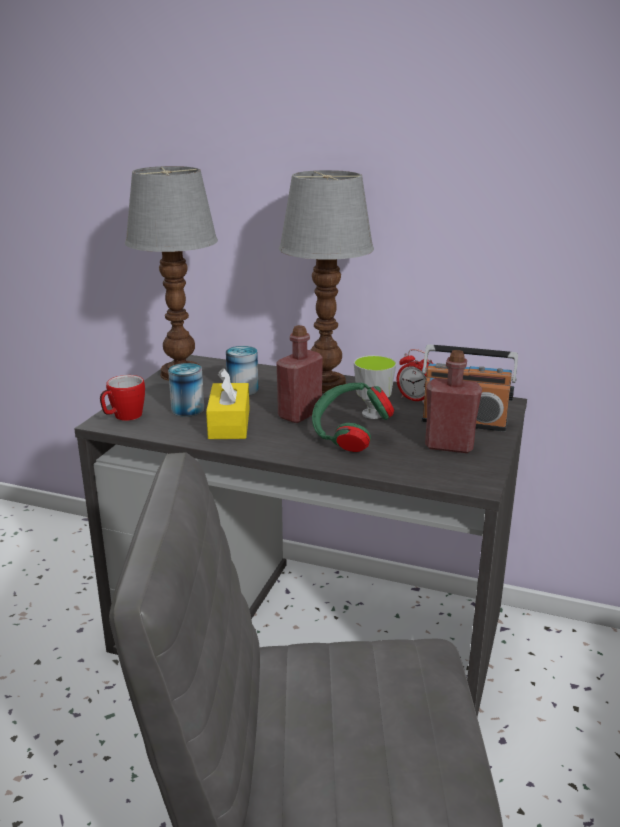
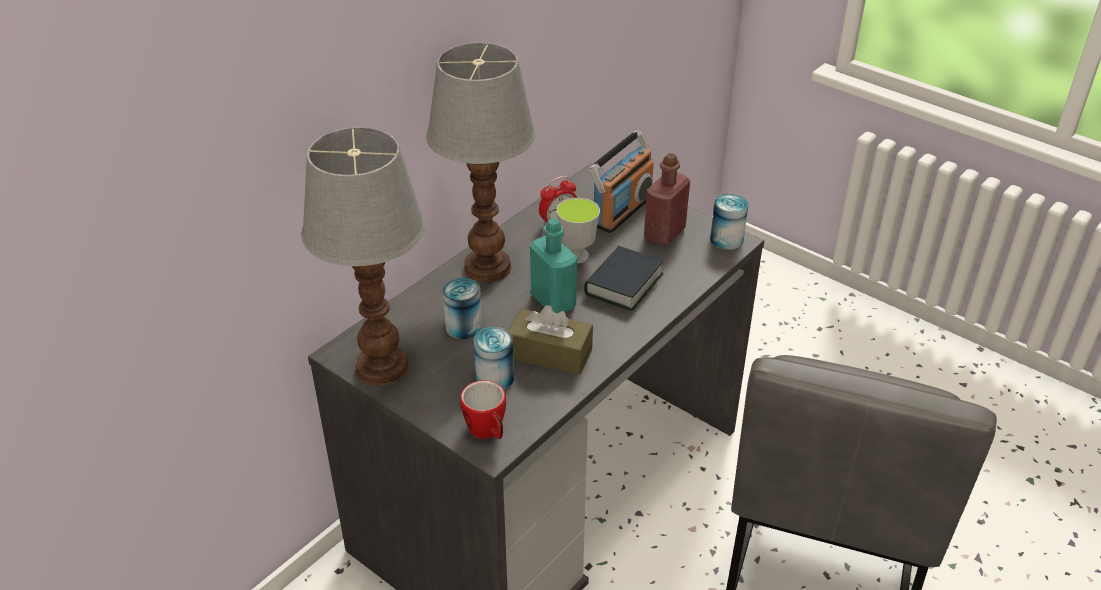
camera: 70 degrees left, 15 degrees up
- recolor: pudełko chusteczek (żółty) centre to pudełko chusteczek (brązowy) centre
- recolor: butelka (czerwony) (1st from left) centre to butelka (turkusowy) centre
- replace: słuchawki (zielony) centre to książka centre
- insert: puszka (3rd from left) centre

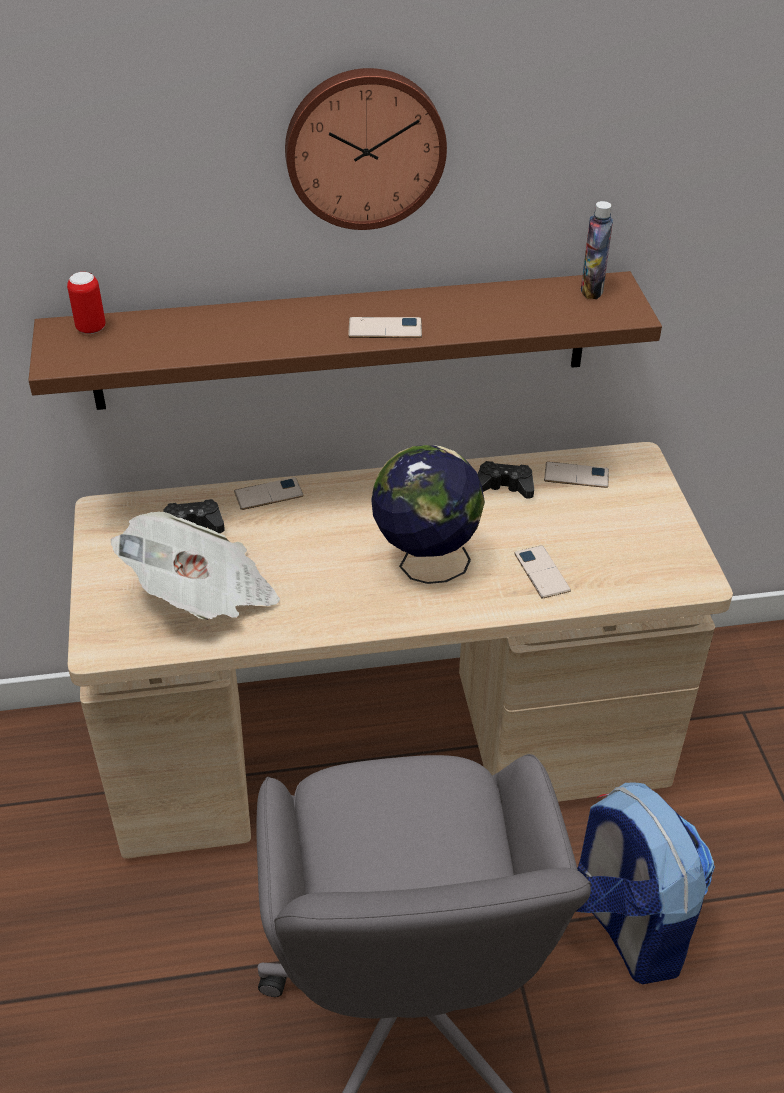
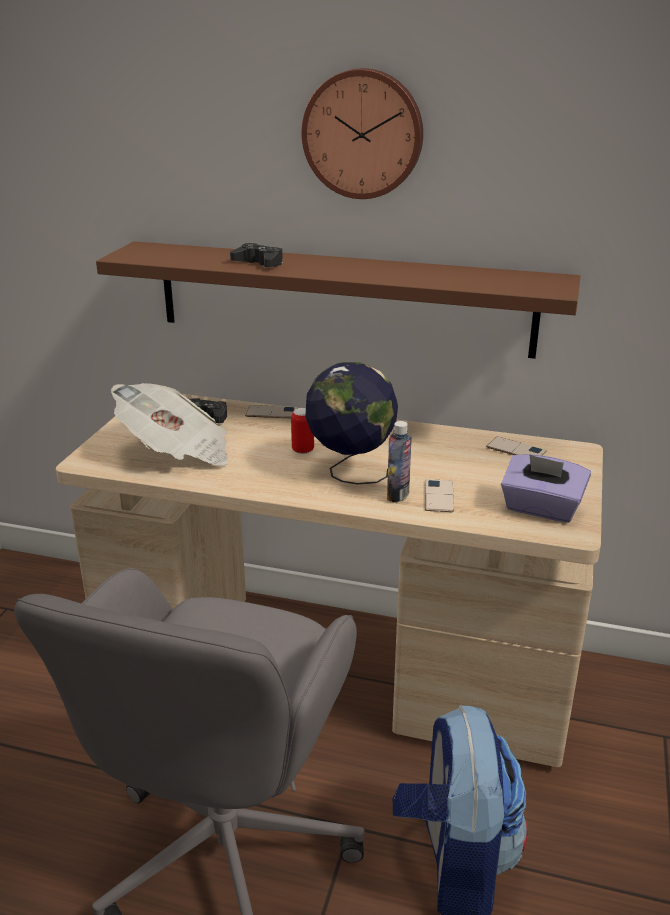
camera: 25 degrees right, 15 degrees down
- move: puszka top left to centre
- delete: telefon (2nd from left) top centre
- move: pad do gier (czarny) (2nd from left) centre to top centre
- move: butelka top right to centre
- insert: pudełko chusteczek (fioletowy) middle right

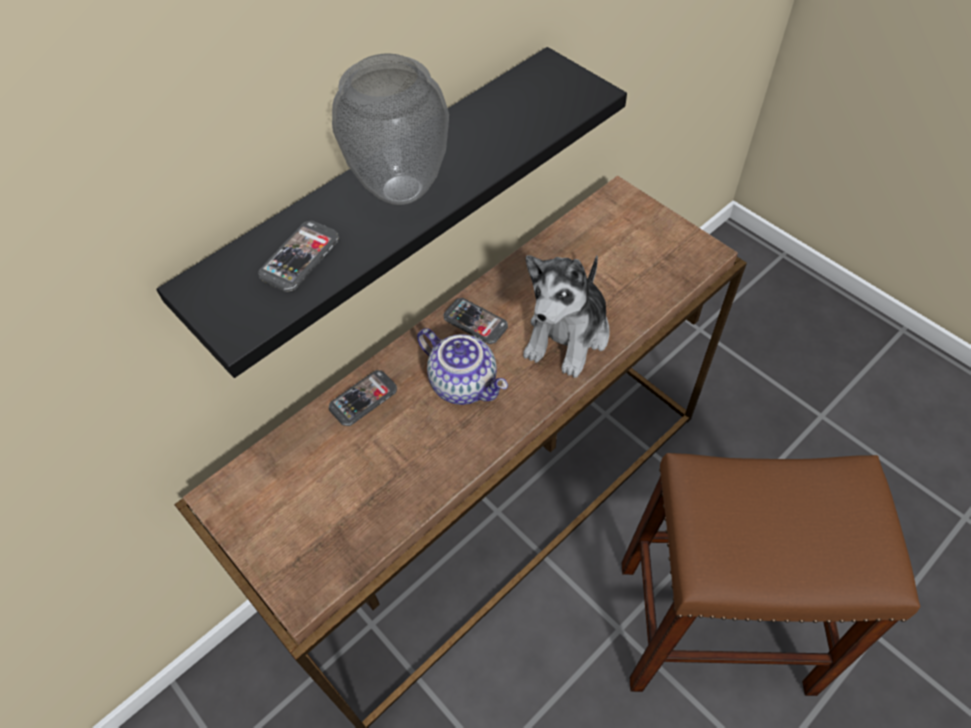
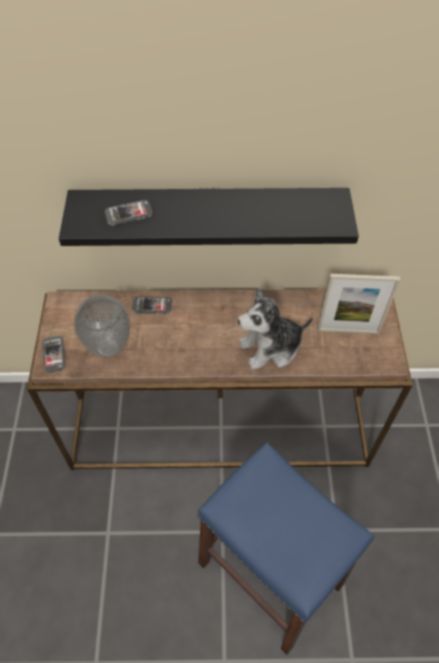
camera: 40 degrees right, 0 degrees up
- move: wazon top centre to middle left
- delete: imbryk centre
- move: telefon (3rd from left in the first image) centre to telefon (1st from left) middle left
- recolor: stołek (brązowy) bottom right to stołek (niebieski) bottom centre
- insert: ramka na zdjęcie middle right

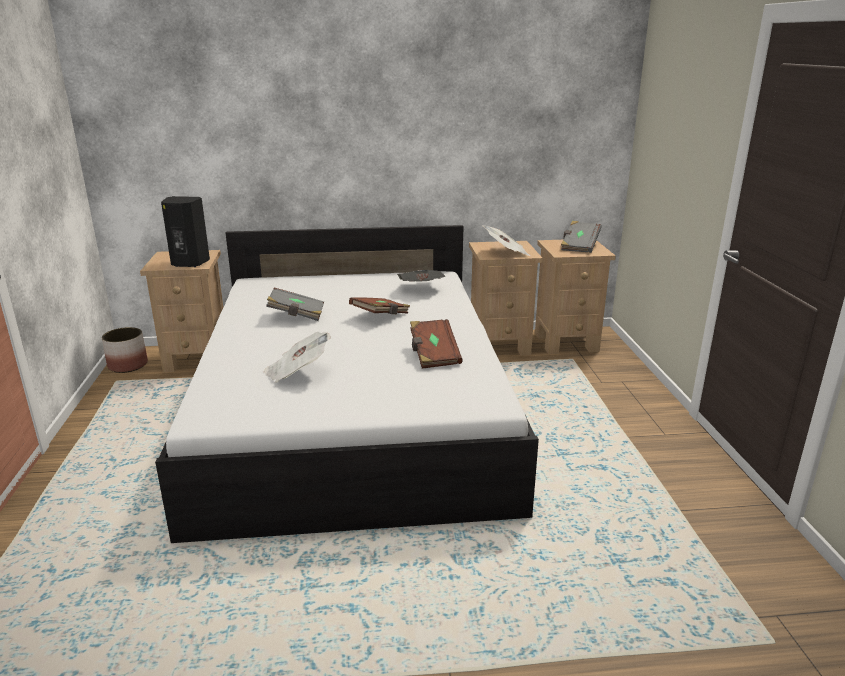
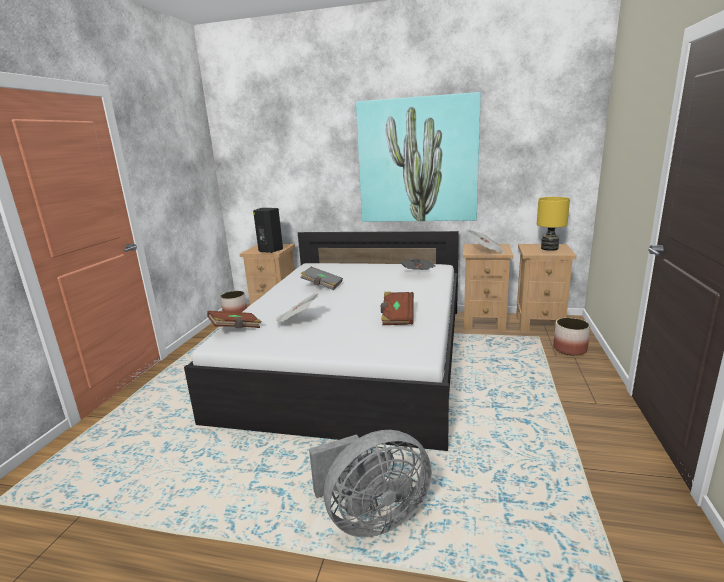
camera: 20 degrees right, 5 degrees down
- move: książka (brązowy) (1st from left) centre to middle left
- replace: książka (szary) (2nd from left) middle right to lampa stołowa (żółty) middle right
- insert: wentylator (szary) bottom centre
- insert: obraz top centre
- insert: donica (2nd from left) middle right

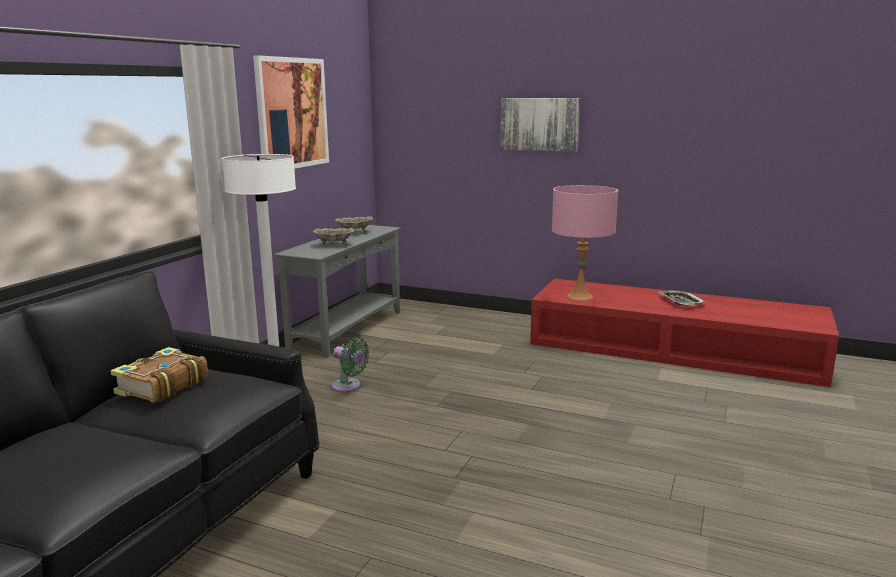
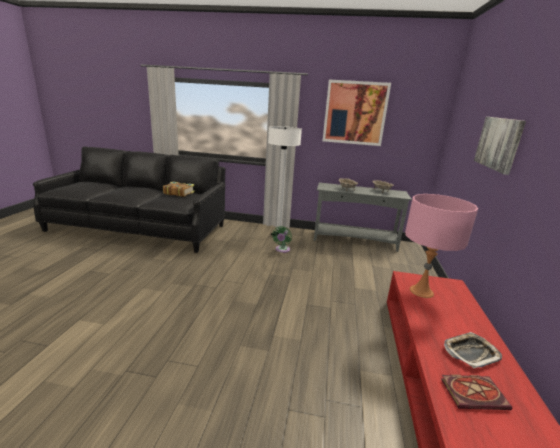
camera: 75 degrees right, 5 degrees up
- insert: książka (2nd from left) bottom right

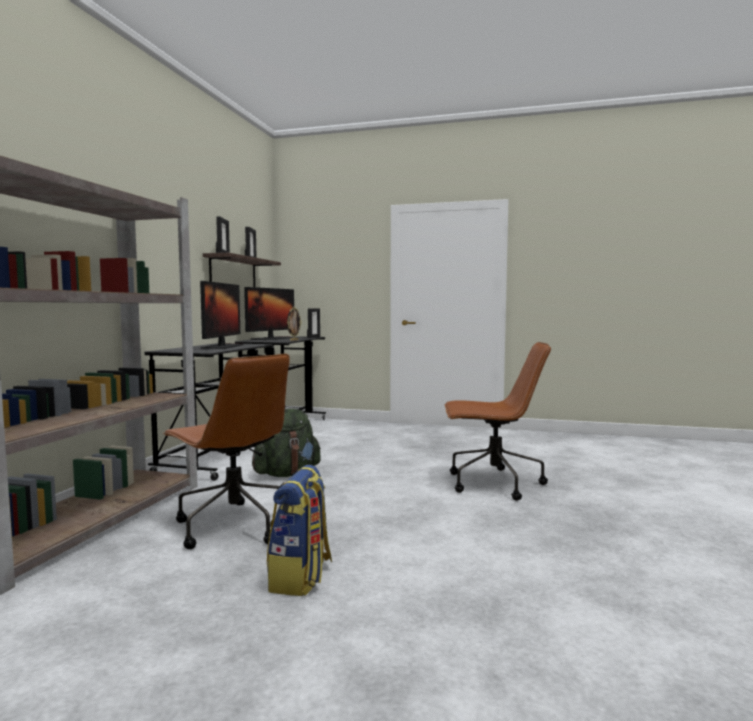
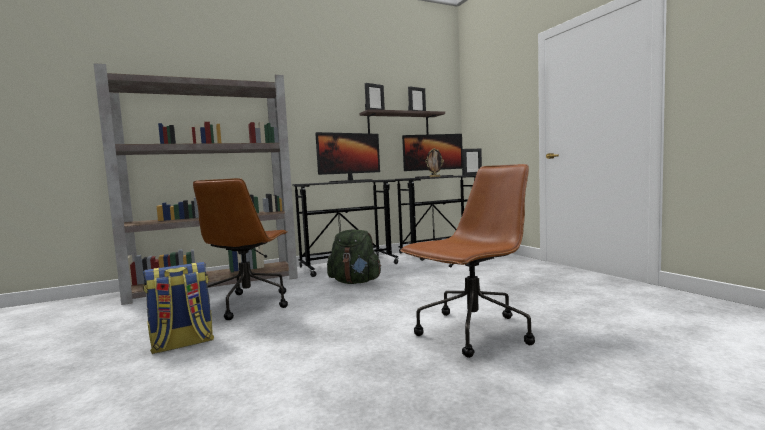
camera: 50 degrees right, 0 degrees up
- rotate: krzesło biurowe (brązowy) (2nd from left) centre = centre 90 degrees counterclockwise

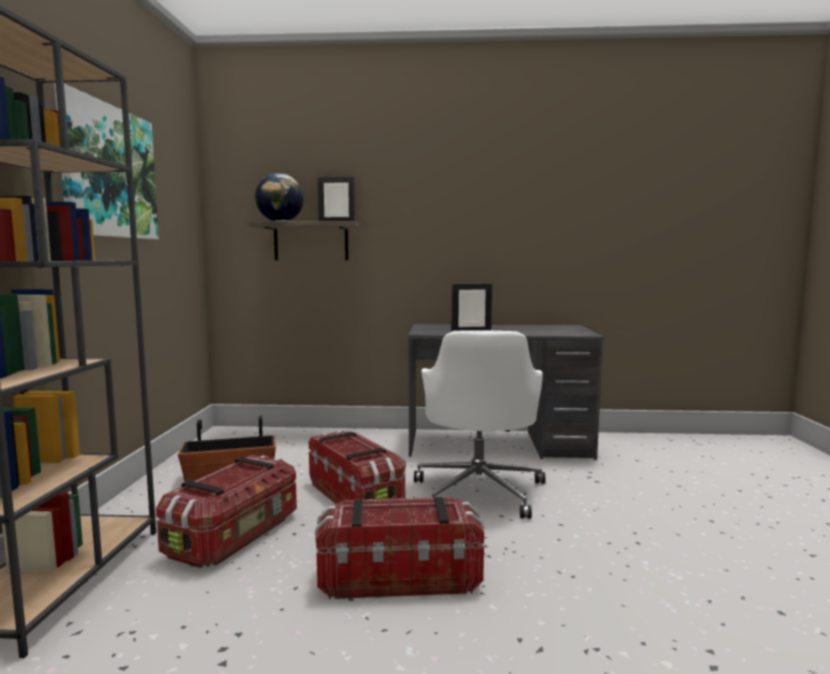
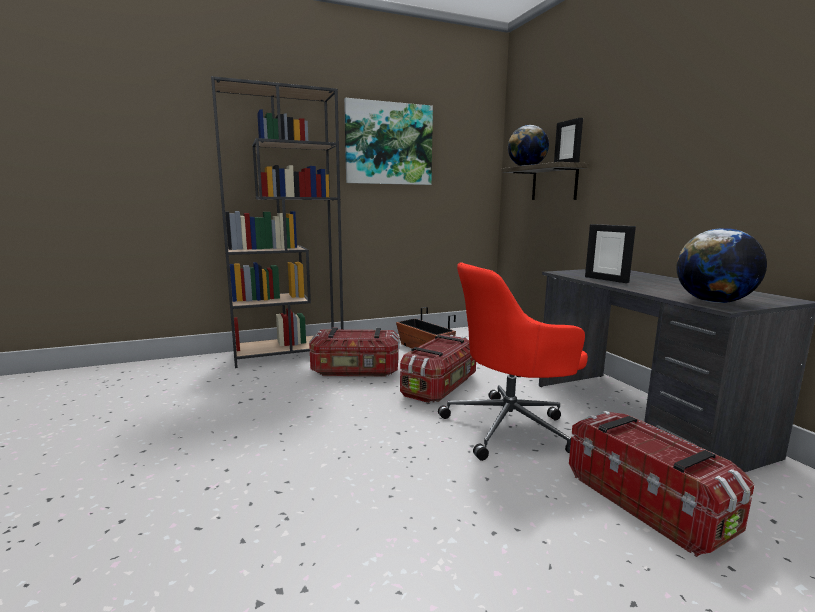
camera: 65 degrees right, 5 degrees up
- move: pojemnik do przechowywania (3rd from left) bottom centre to bottom right
- recolor: krzesło biurowe (biały) centre to krzesło biurowe (czerwony) centre
- insert: globus (2nd from left) middle right

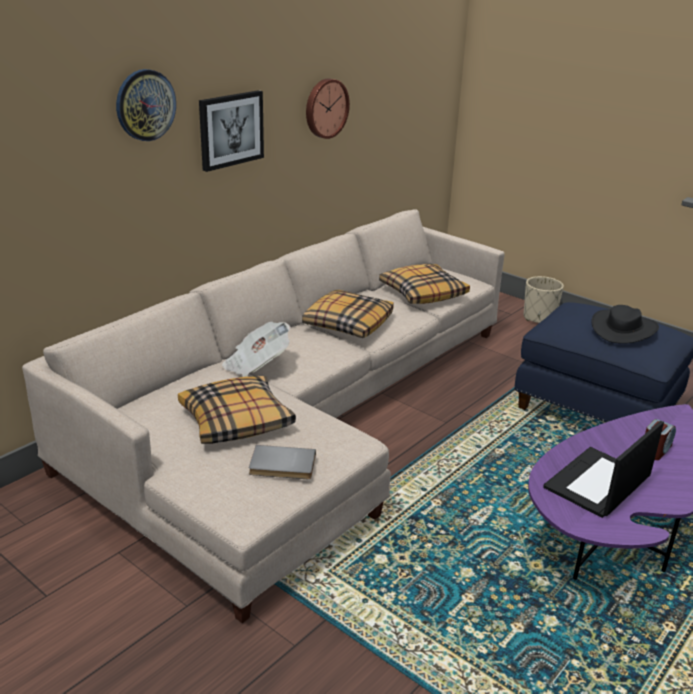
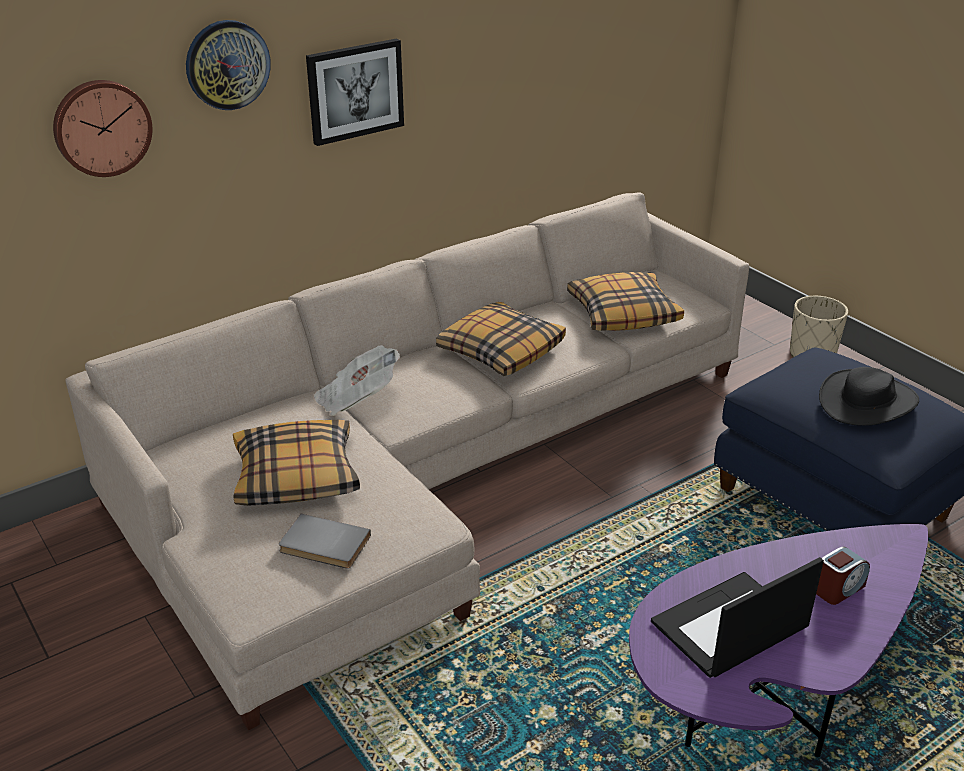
camera: 15 degrees right, 5 degrees up
- move: zegar ścienny (2nd from left in the first image) top centre to zegar ścienny (1st from left) top left

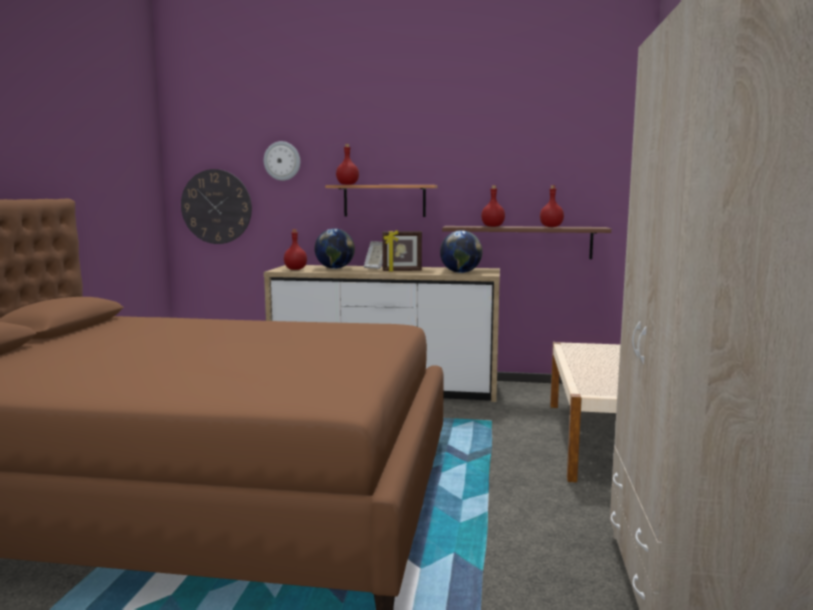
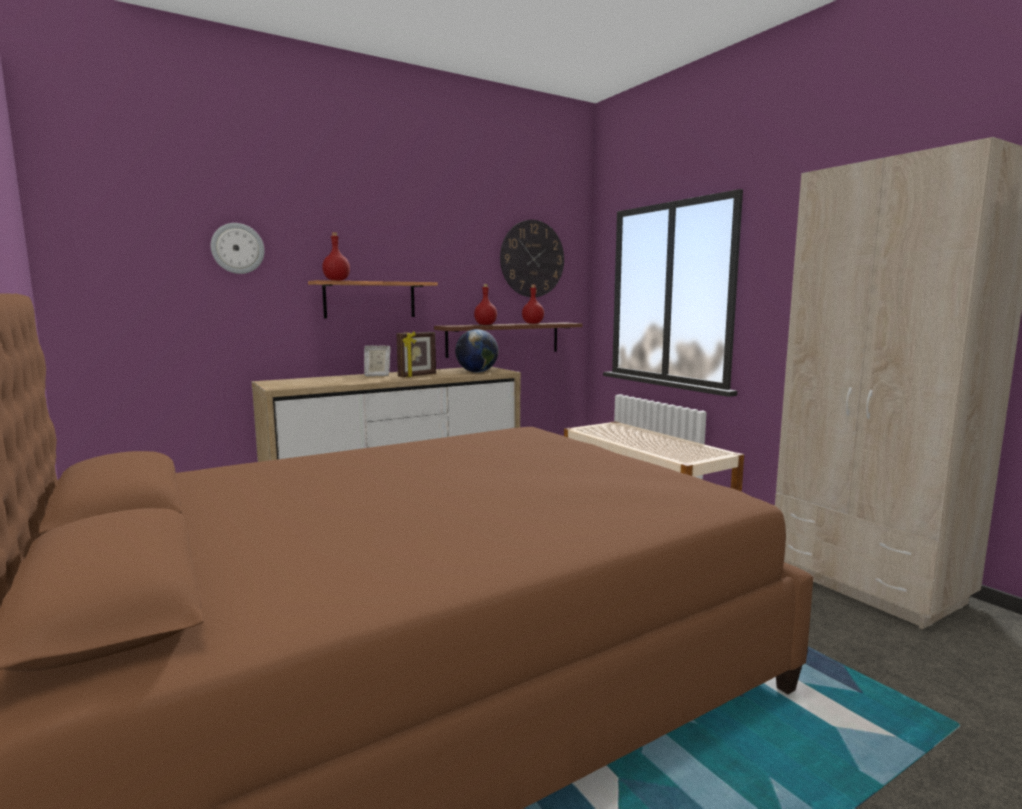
camera: 40 degrees left, 0 degrees up
- move: zegar ścienny (1st from left in the first image) middle left to zegar ścienny (2nd from left) top centre
- delete: butelka (czerwony) (1st from left) centre
- delete: globus (1st from left) centre

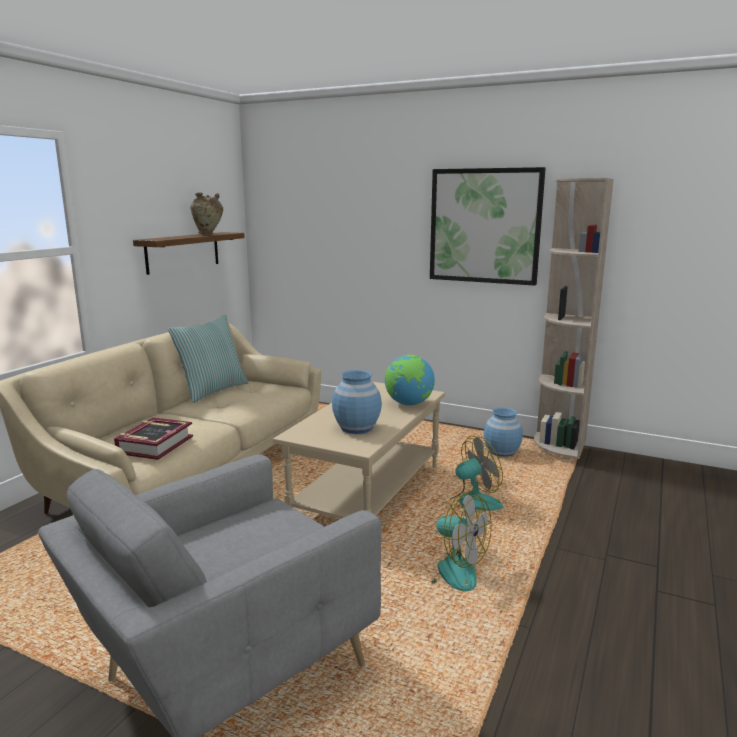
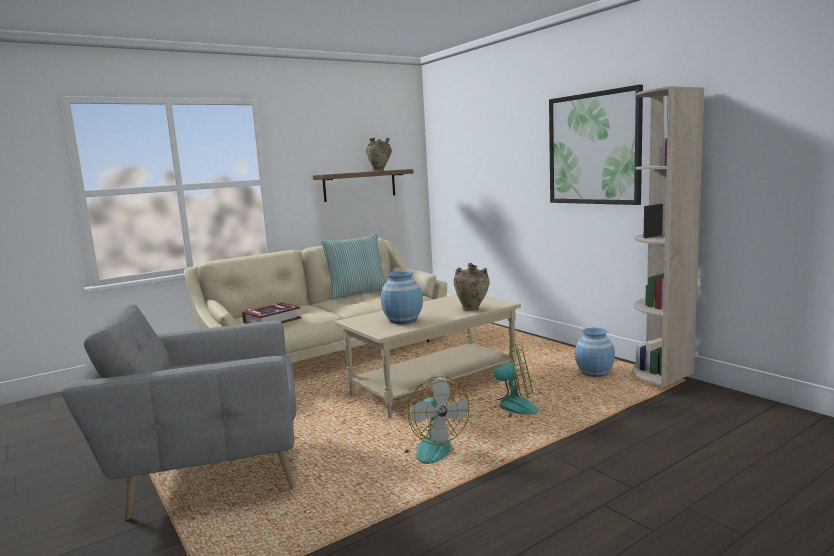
camera: 30 degrees right, 5 degrees down
- replace: globus centre to wazon (beżowy) (2nd from left) centre

